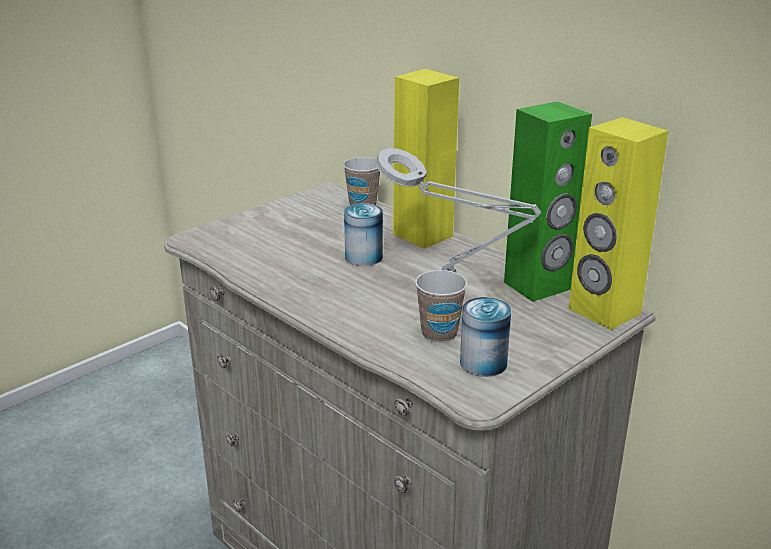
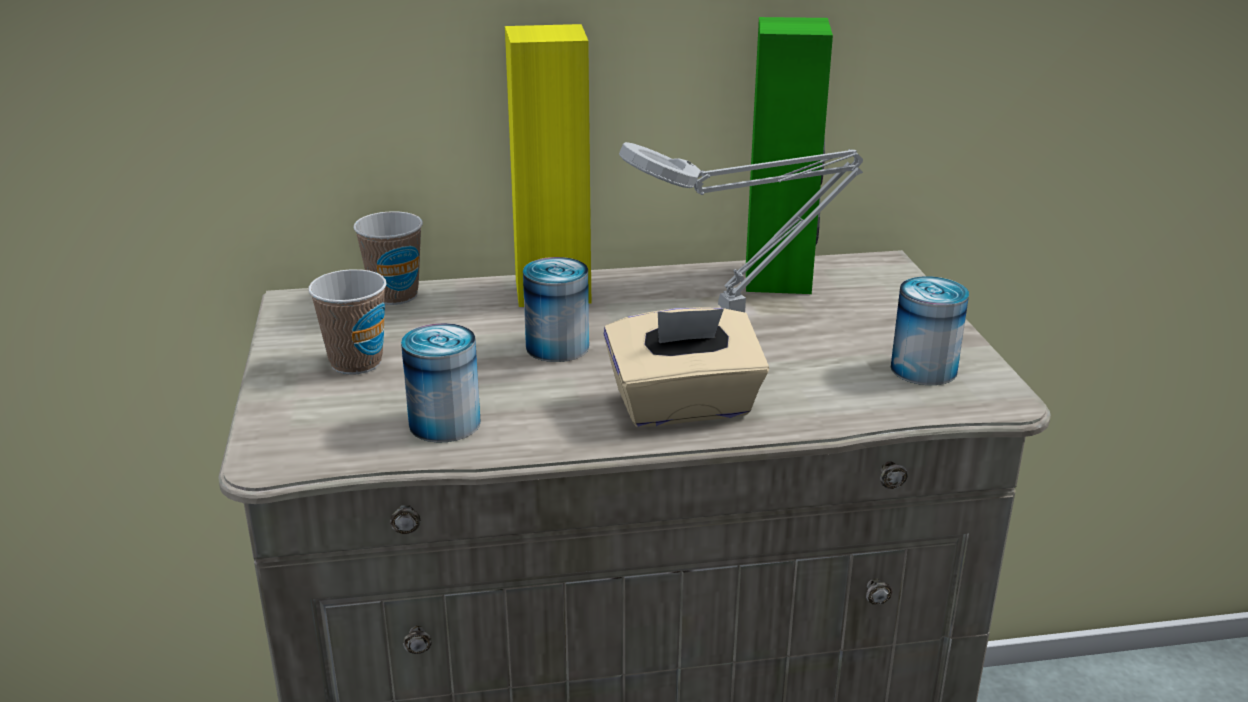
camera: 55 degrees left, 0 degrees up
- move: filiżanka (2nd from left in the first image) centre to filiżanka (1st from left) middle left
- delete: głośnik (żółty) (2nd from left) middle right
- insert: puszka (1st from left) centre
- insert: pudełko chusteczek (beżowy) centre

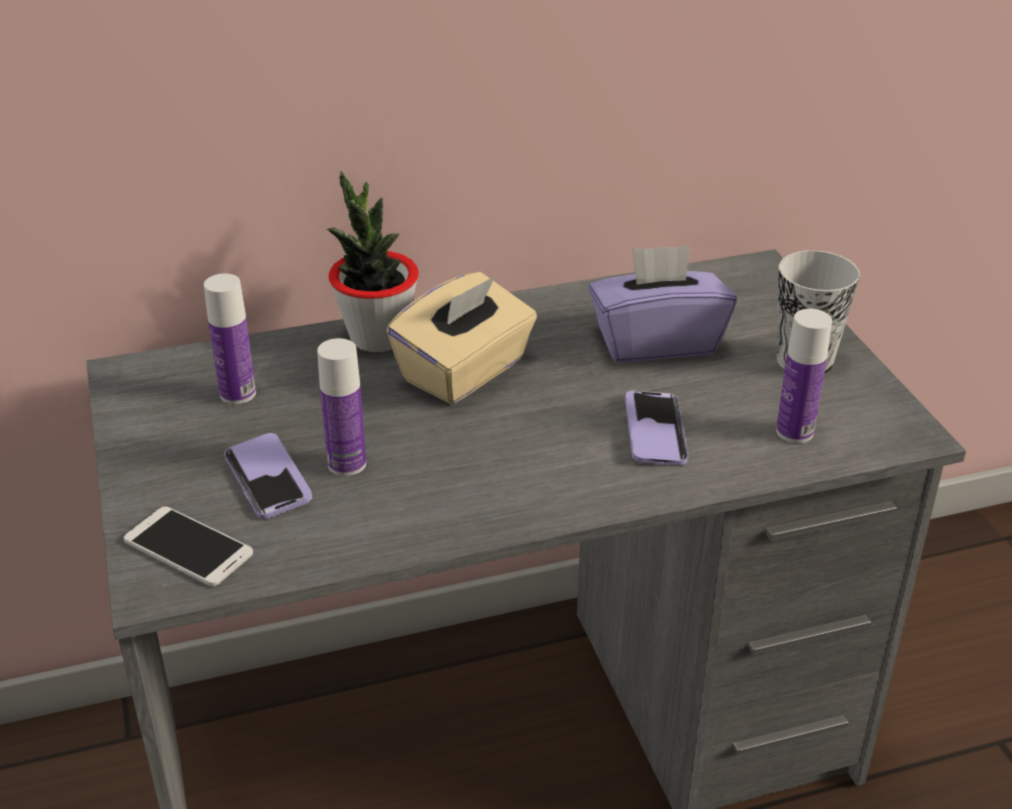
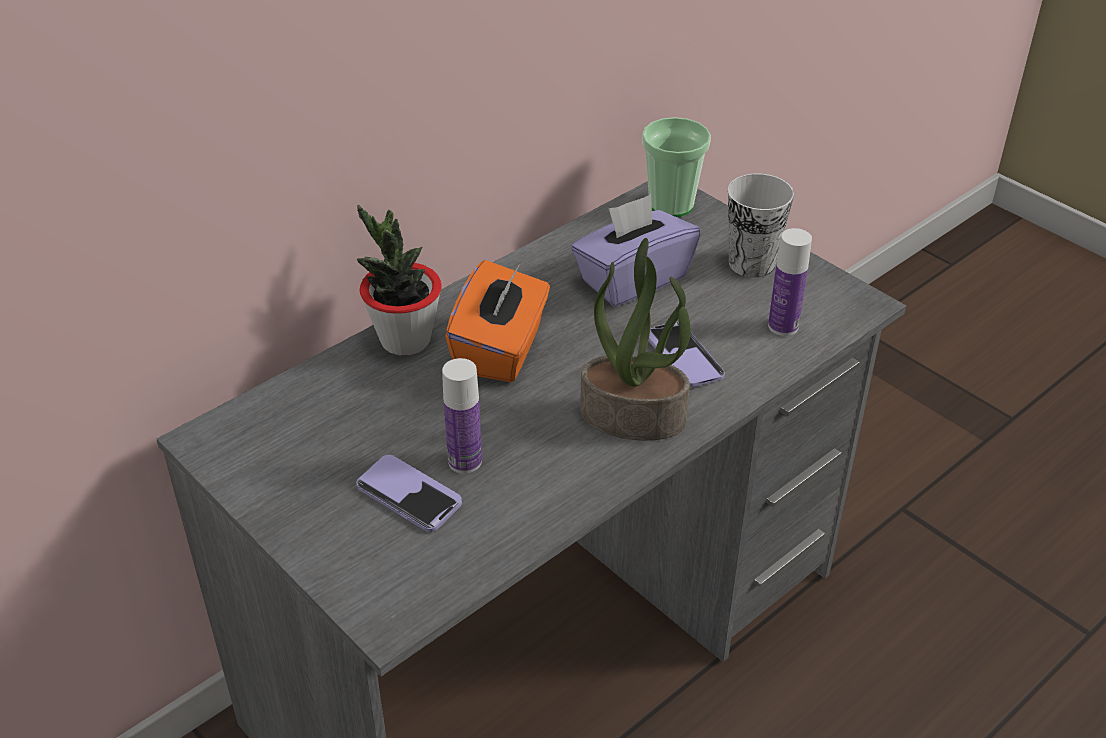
camera: 25 degrees left, 5 degrees up
- delete: telefon (1st from left) bottom left
- delete: butelka (1st from left) middle left
- recolor: pudełko chusteczek (beżowy) centre to pudełko chusteczek (pomarańczowy) centre
- insert: roślina doniczkowa (2nd from left) centre
- insert: filiżanka (1st from left) top centre

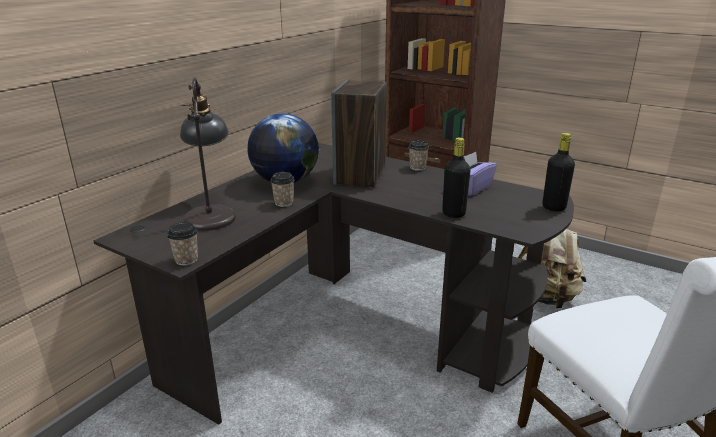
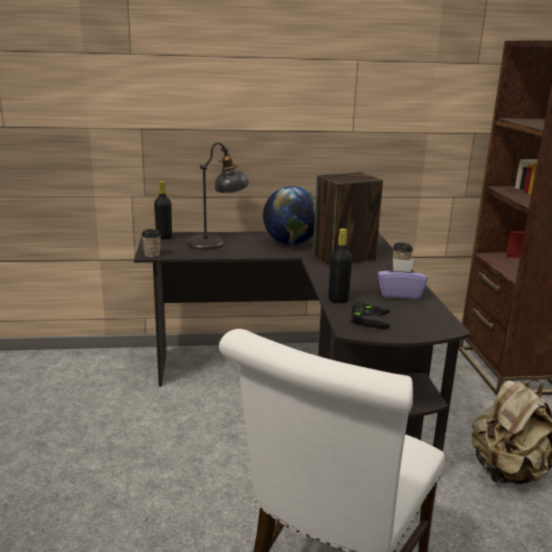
camera: 50 degrees right, 5 degrees down
- delete: filiżanka (2nd from left) centre
- move: butelka (czarny) (2nd from left in the first image) middle right to butelka (czarny) (1st from left) middle left
- insert: pad do gier (czarny) middle right

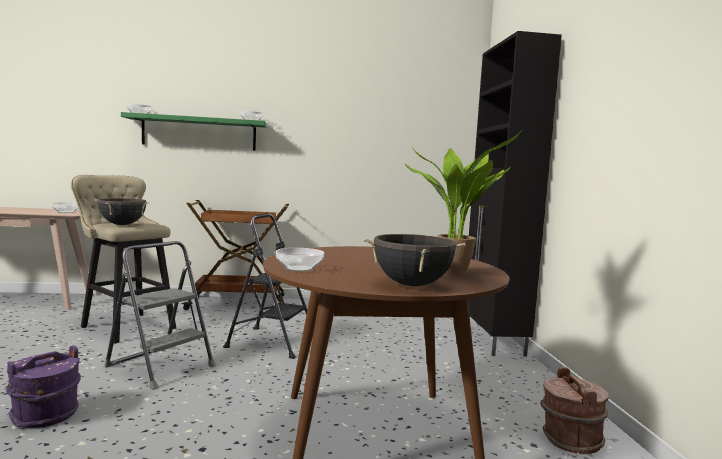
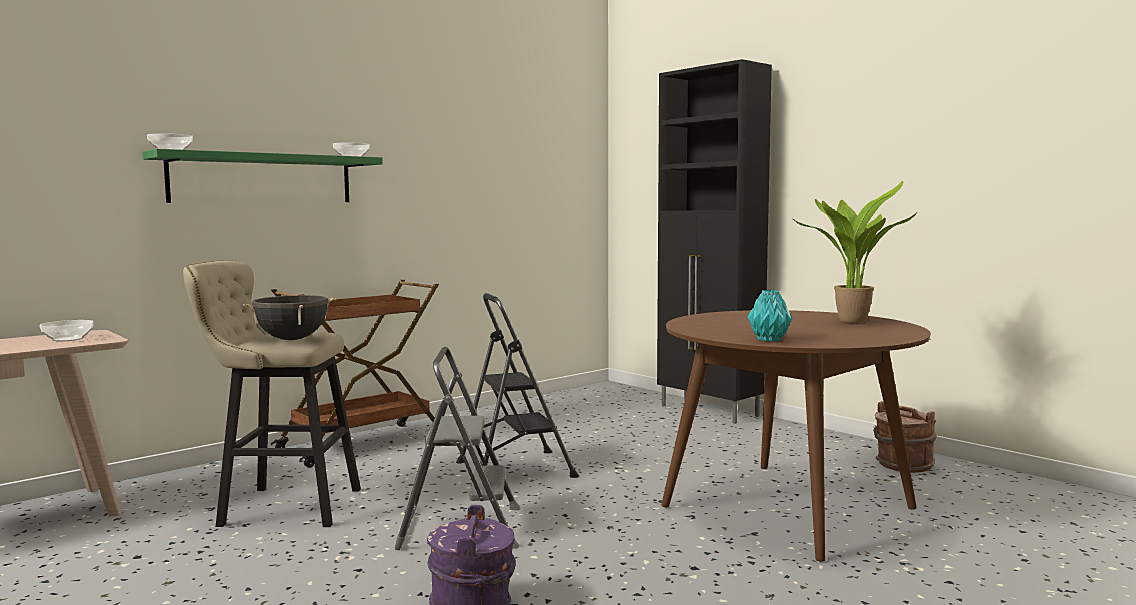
camera: 35 degrees left, 0 degrees up
- replace: miska (4th from left) centre to wazon (turkusowy) middle right
- delete: garnek (czarny) (2nd from left) centre

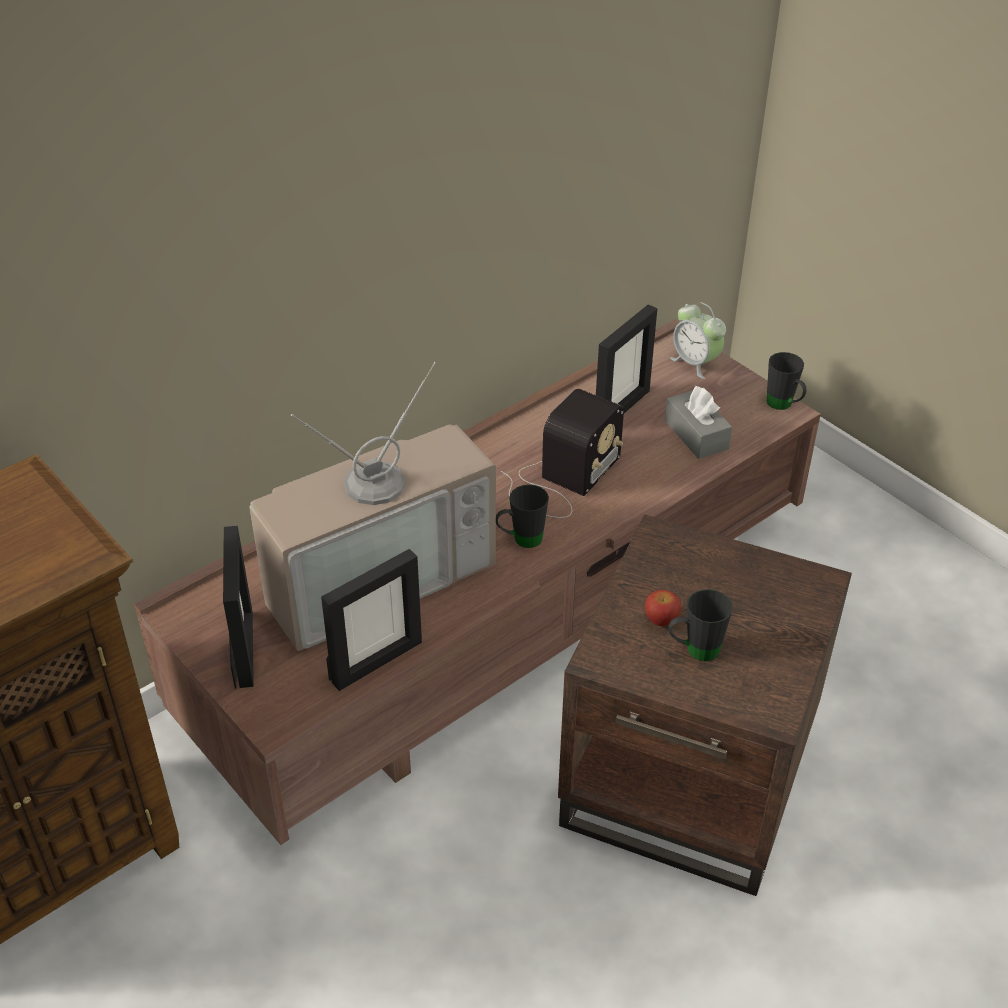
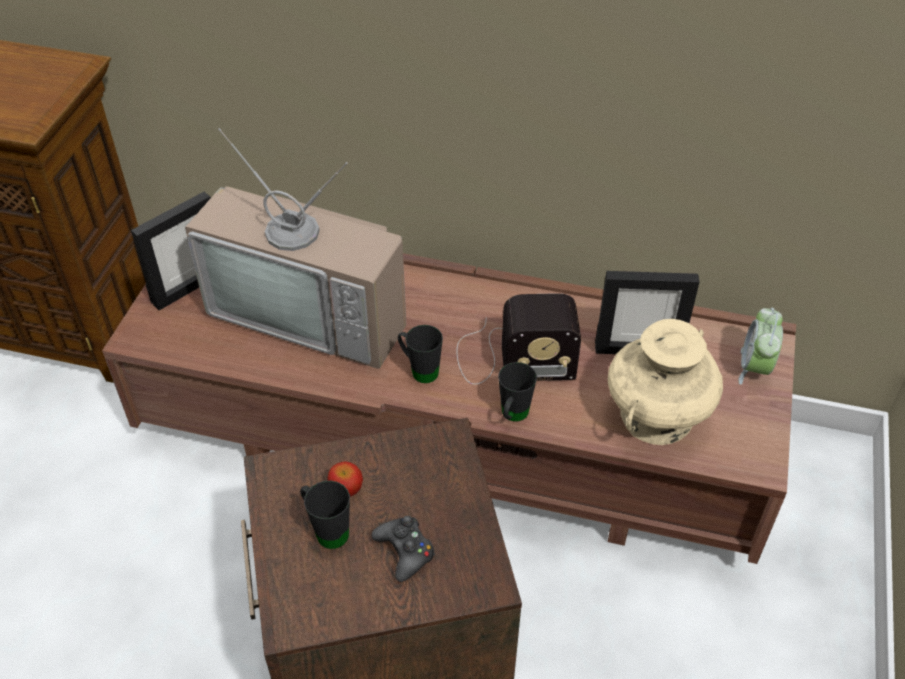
camera: 55 degrees right, 5 degrees up
- delete: ramka na zdjęcie (2nd from left) centre
- replace: pudełko chusteczek (szary) middle right to wazon (beżowy) middle right
- move: kubek (czarny) (3rd from left) middle right to centre
- insert: pad do gier (czarny) bottom centre

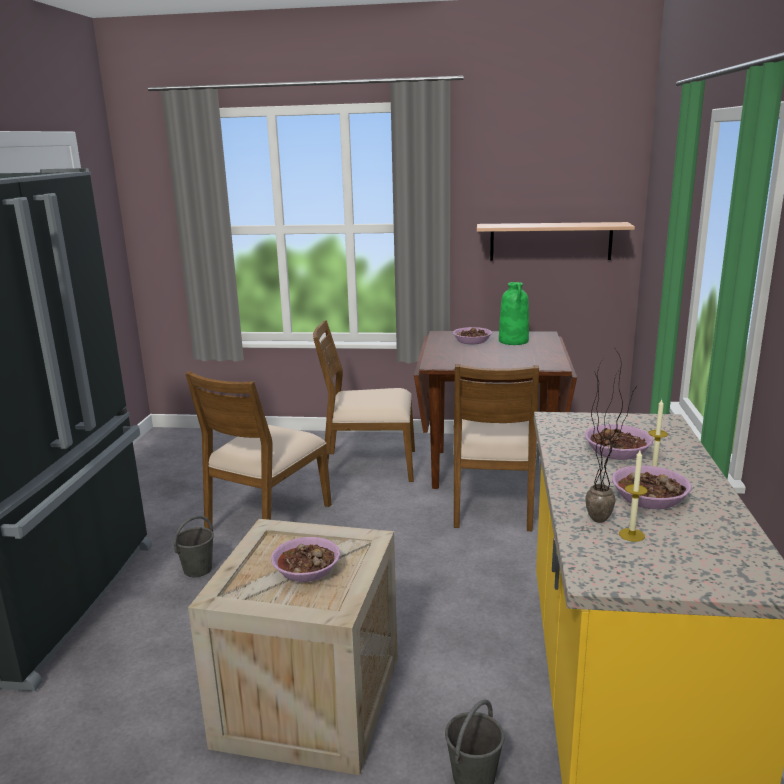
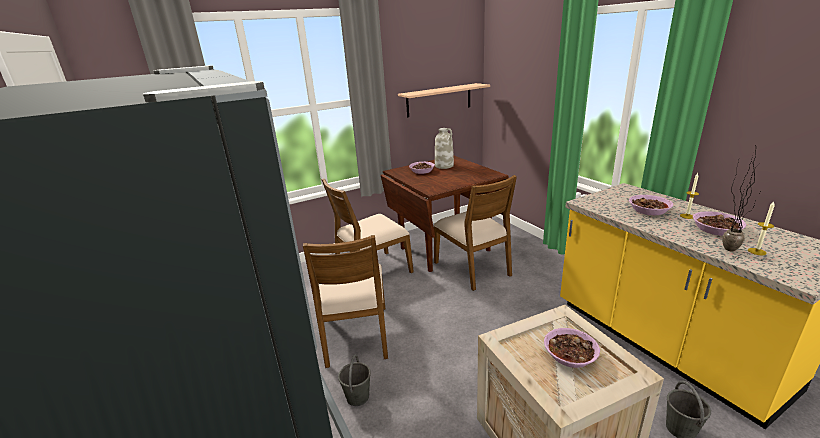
camera: 35 degrees left, 5 degrees up
- recolor: wazon (zielony) centre to wazon (biały) centre

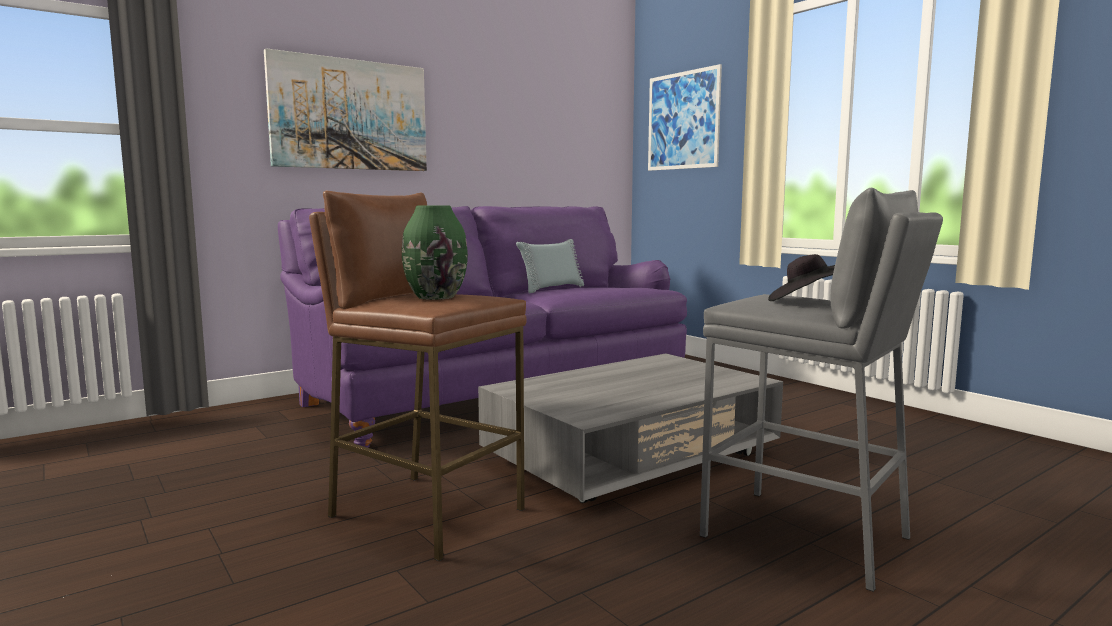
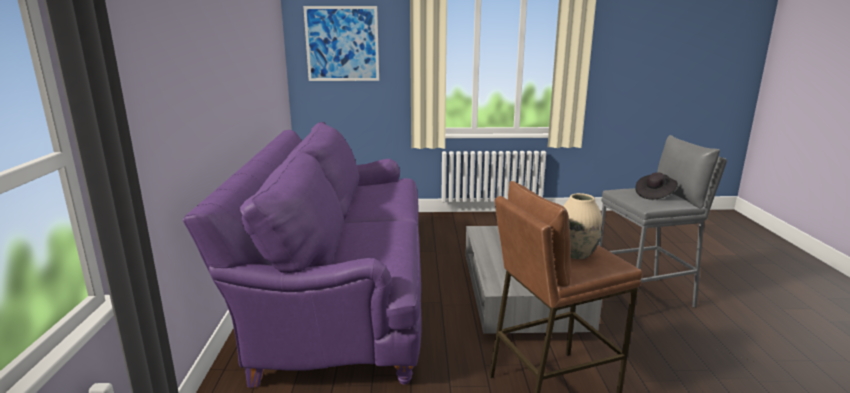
camera: 55 degrees left, 10 degrees up
- delete: obraz (1st from left) top left
- recolor: wazon (zielony) centre to wazon (beżowy) middle right
- delete: poduszka (niebieski) centre

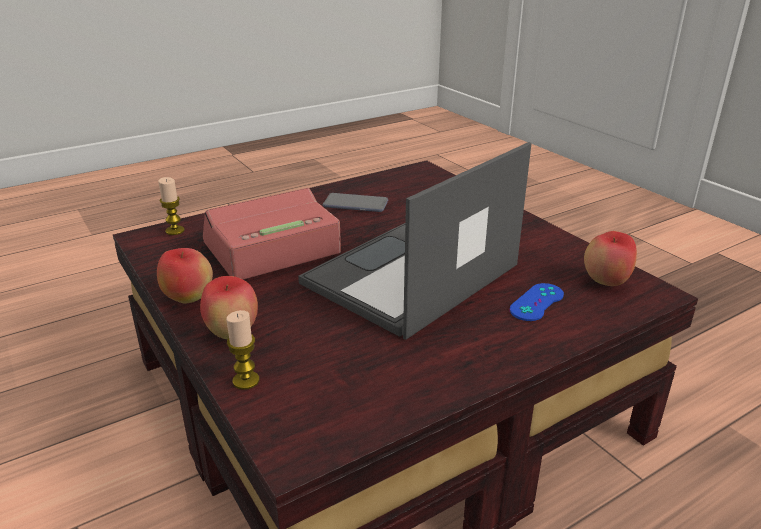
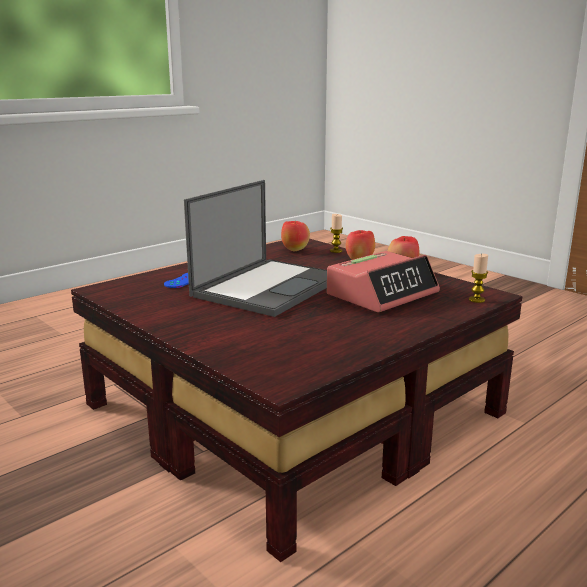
camera: 170 degrees right, 10 degrees down
- delete: telefon centre
- move: jabłko (3rd from left in the first image) middle right to jabłko (1st from left) centre

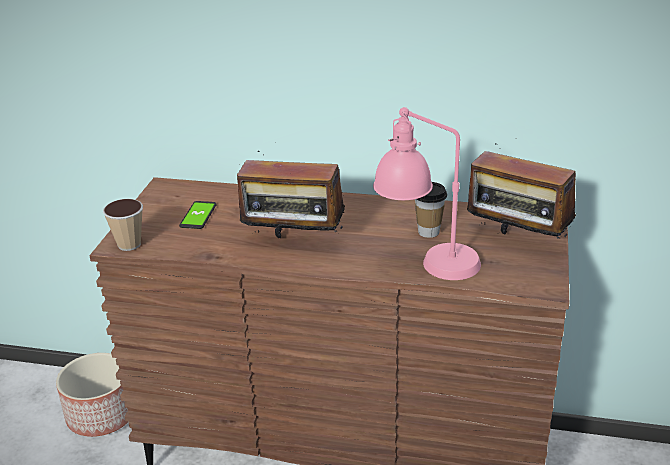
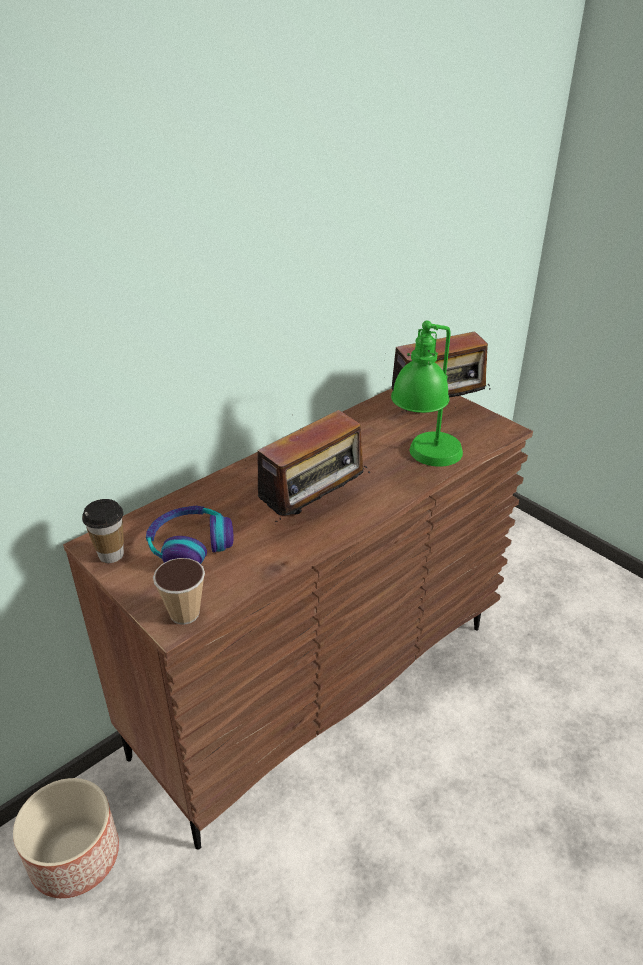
camera: 55 degrees left, 5 degrees up
- replace: telefon middle left to słuchawki middle left
- recolor: lampa stołowa (różowy) centre to lampa stołowa (zielony) centre
- move: filiżanka (2nd from left in the first image) centre to filiżanka (1st from left) middle left

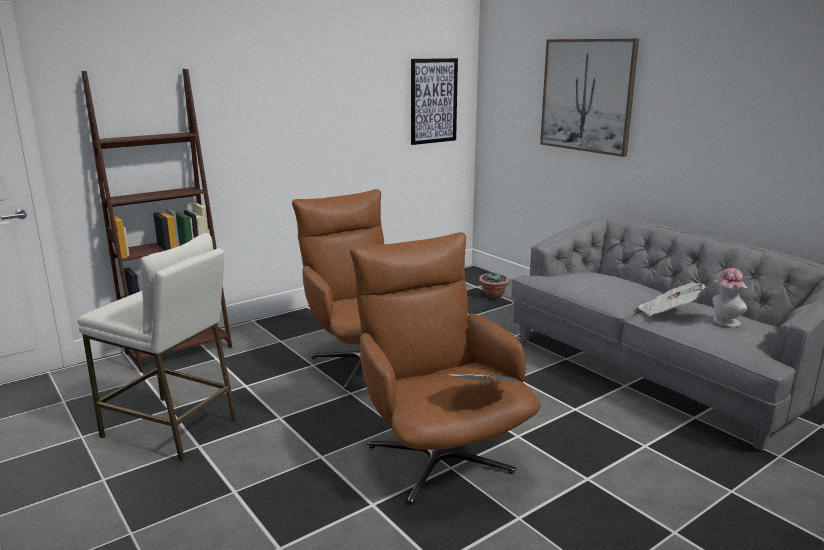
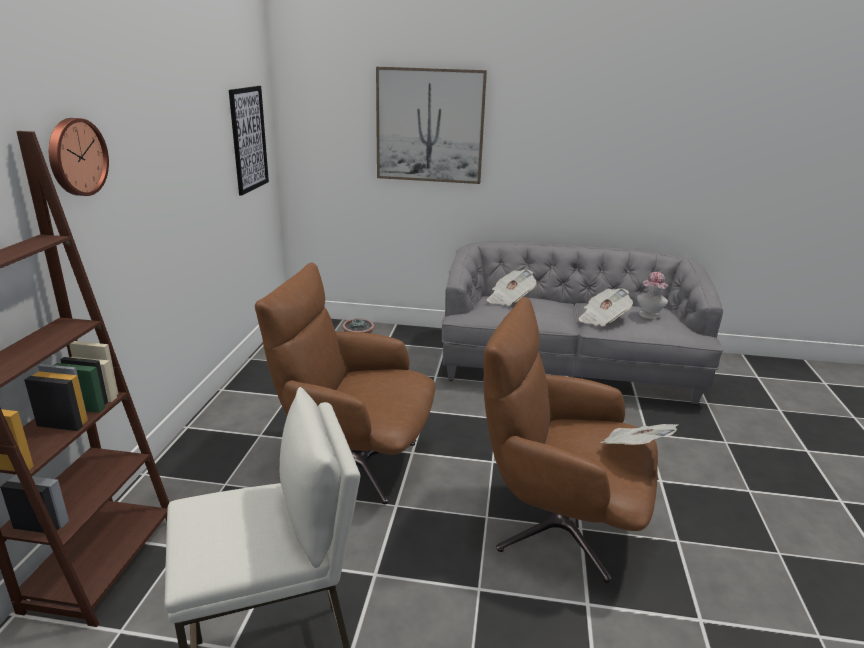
camera: 45 degrees left, 5 degrees up
- insert: zegar ścienny top left
- insert: gazeta (1st from left) centre

